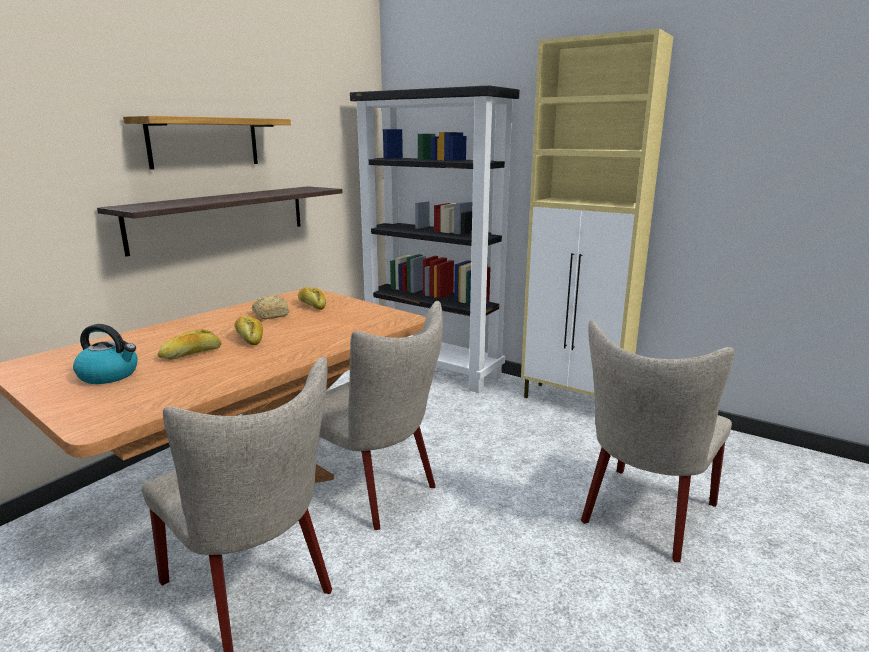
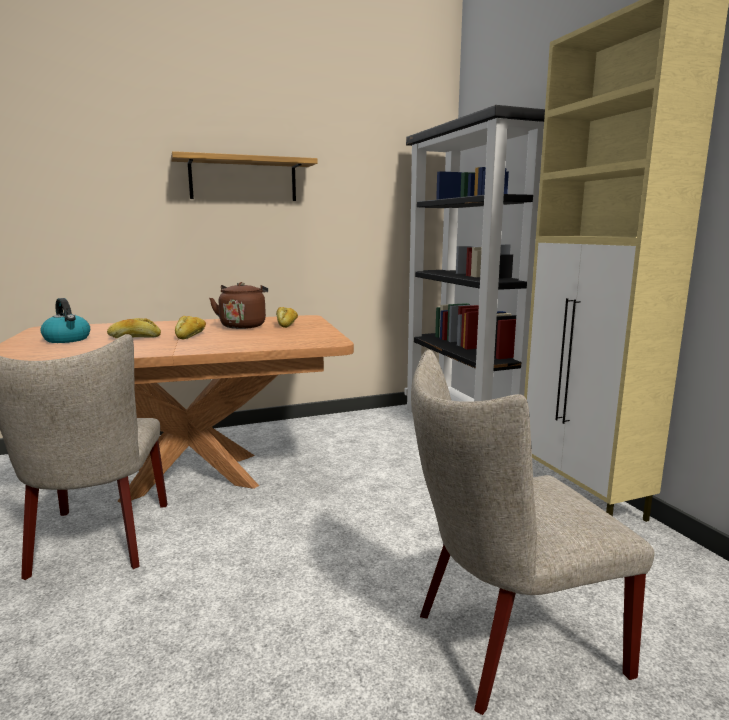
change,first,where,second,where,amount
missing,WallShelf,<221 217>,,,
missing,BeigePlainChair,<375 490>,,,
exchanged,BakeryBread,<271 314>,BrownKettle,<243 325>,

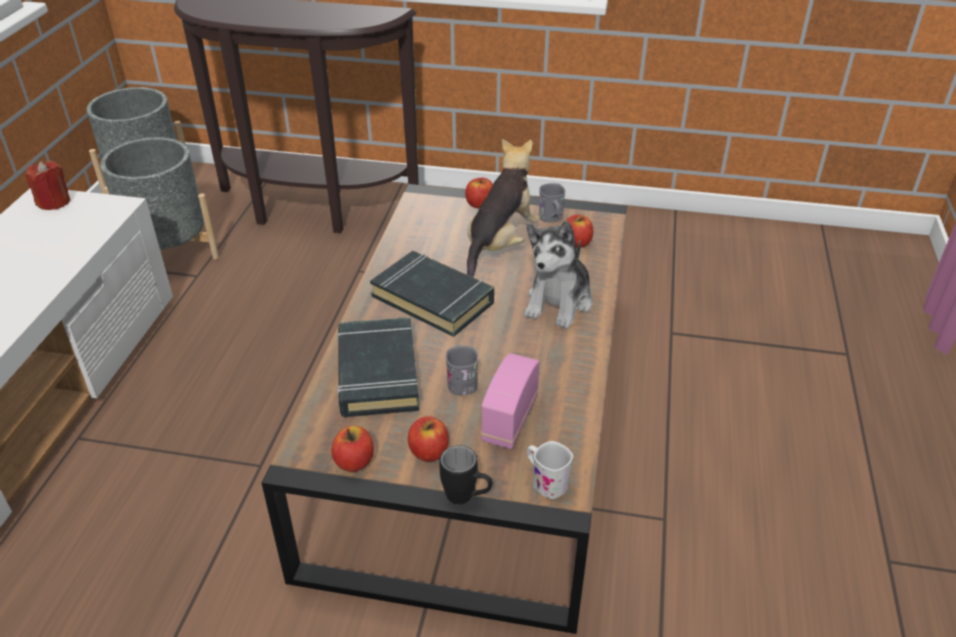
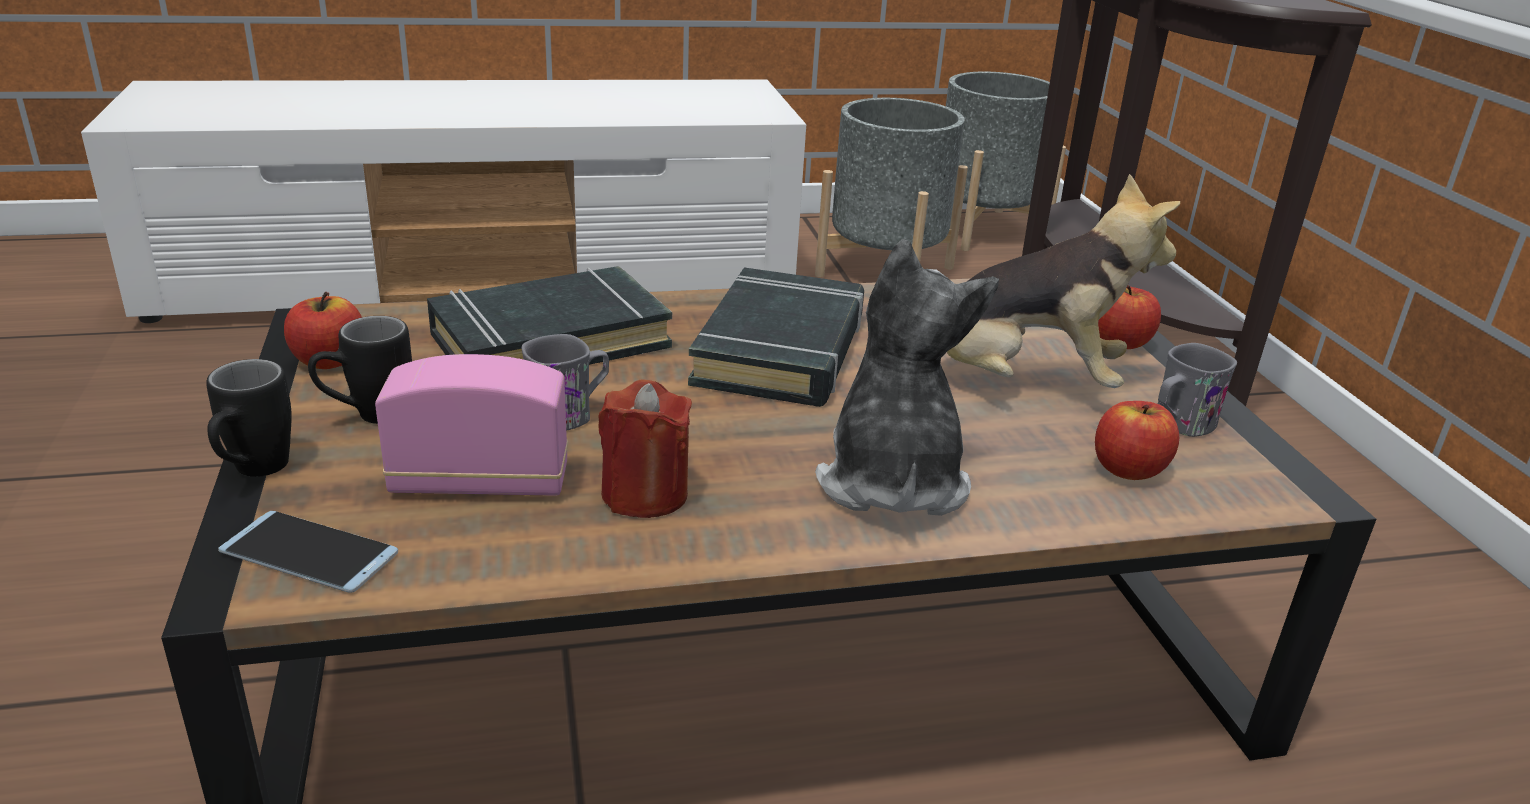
change,first,where,second,where,amount
relocated,RedWaxLight,<54 202>,,<645 494>,
exchanged,AppleFruit,<428 452>,BlackColouredMug,<367 417>,
exchanged,WhiteMug,<545 481>,Handset,<310 552>,
spun,PlushToy,<559 302>,,<891 480>,90 degrees clockwise

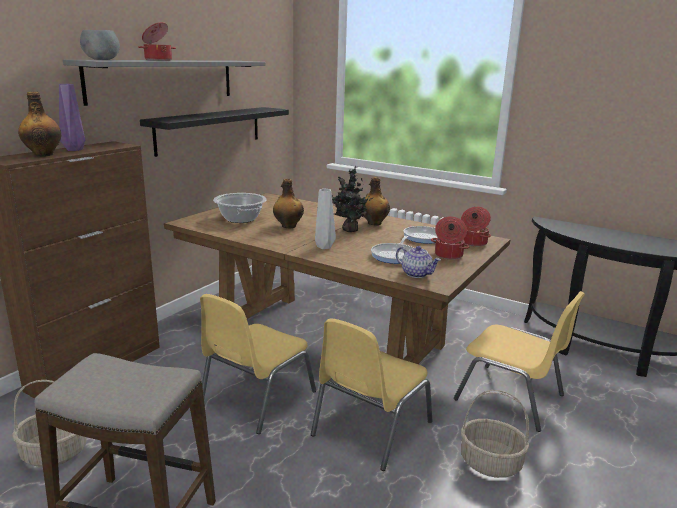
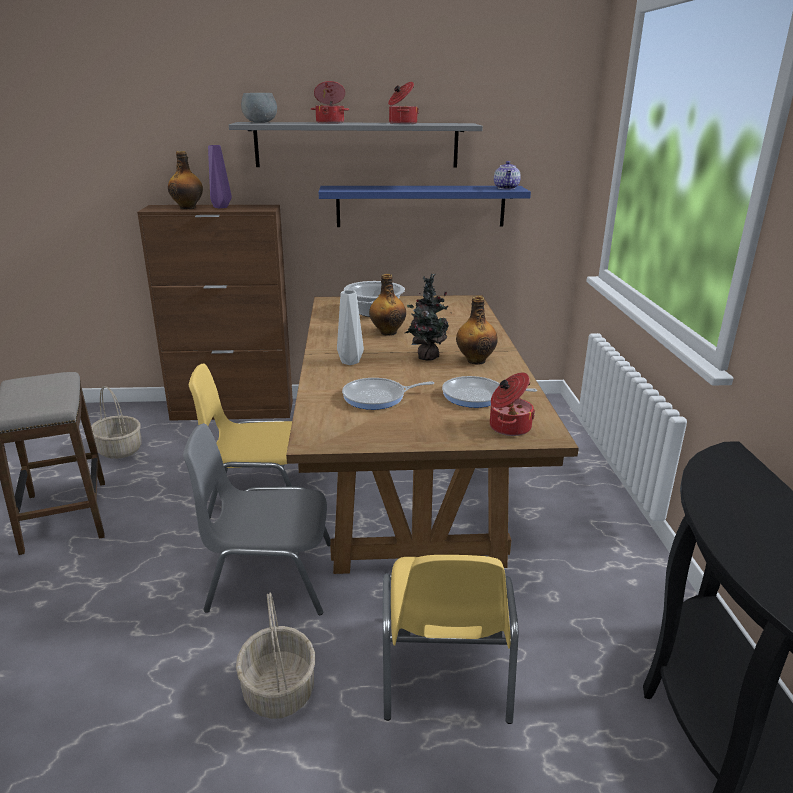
change,first,where,second,where,amount
relocated,Teapot,<416 274>,,<506 188>,
relocated,CookingPot,<448 255>,,<402 123>,
colour,BlackColouredWallShelf,<210 129>,BlueColouredWallShelf,<421 206>,
colour,YellowPlainChair,<369 429>,GreyPlainChair,<269 576>,

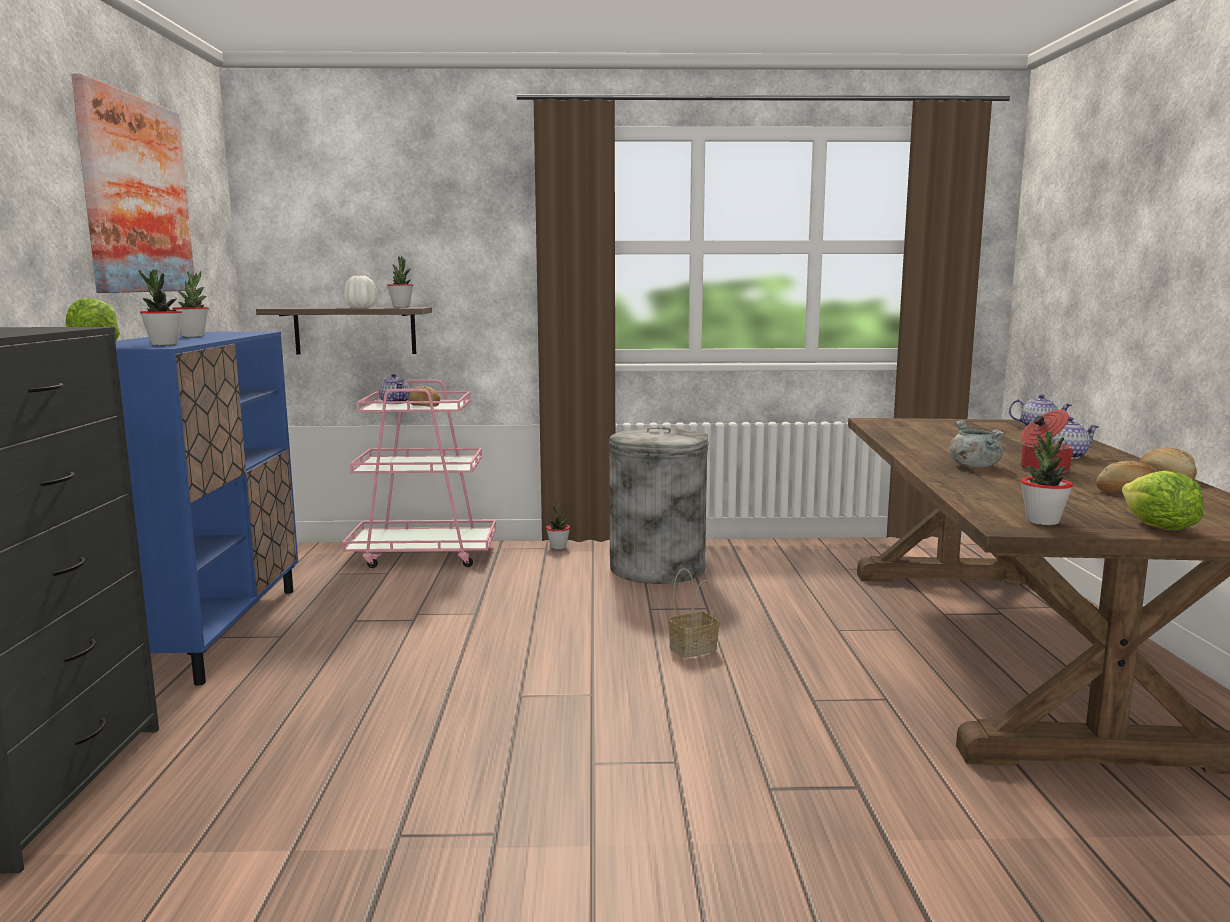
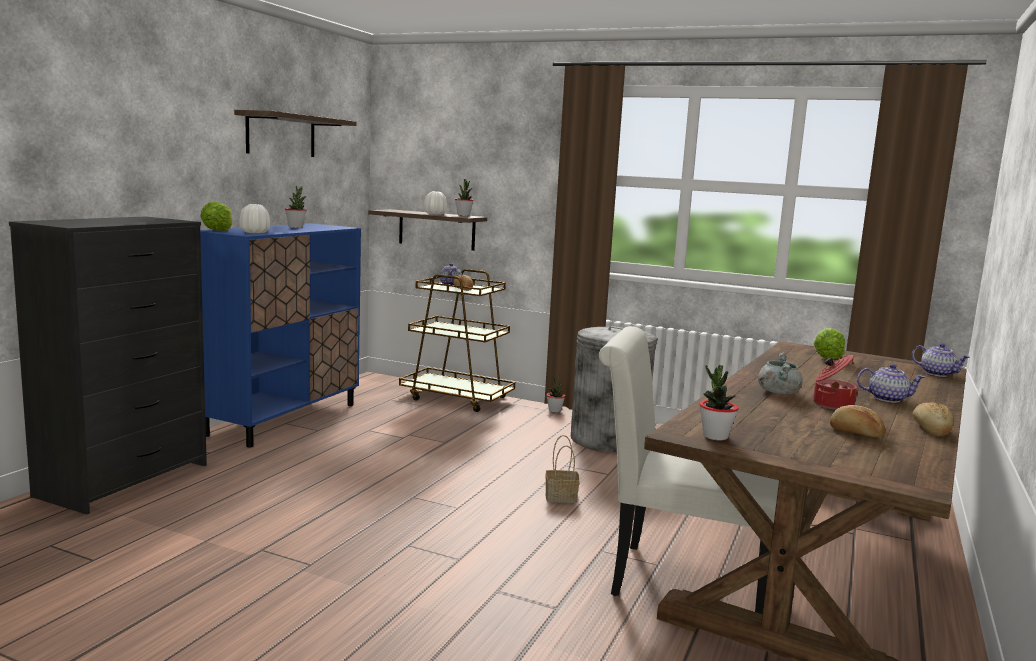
change,first,where,second,where,amount
appeared,,,WhitePlainChair,<677 581>,
relocated,HeadOfLettuce,<1157 528>,,<827 358>,
exchanged,Picture,<136 195>,WallShelf,<281 135>,
exchanged,Houseplant,<164 344>,WhiteFlowerVase,<255 232>,
colour,PinkCart,<424 555>,BrownCart,<457 398>,

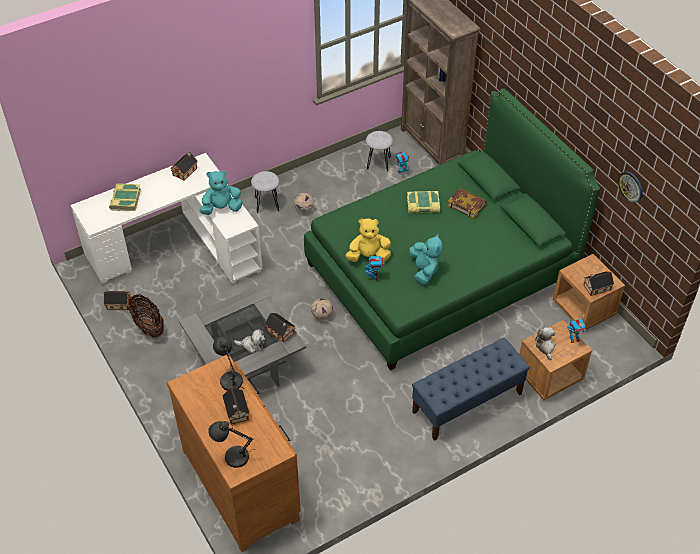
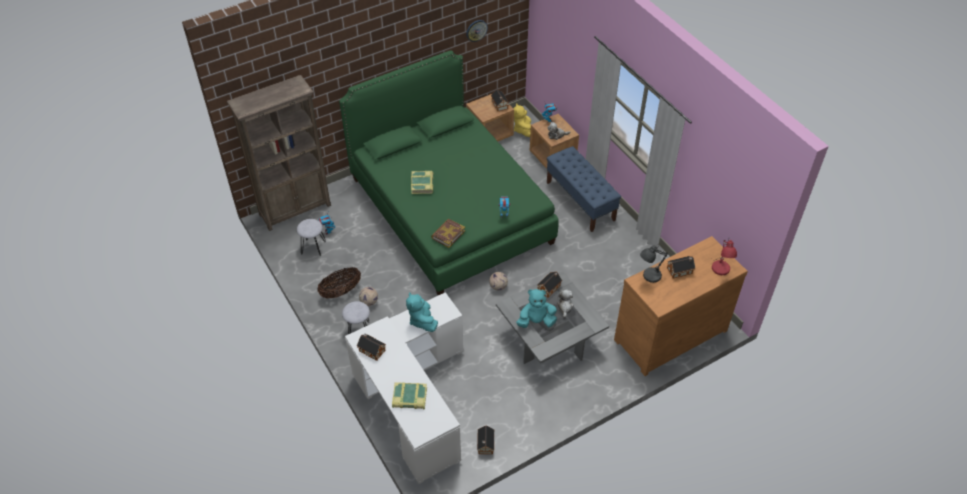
change,first,where,second,where,amount
relocated,StorageBasket,<148 326>,,<341 291>,
relocated,YellowPlushToy,<368 256>,,<523 130>,
relocated,TurquoiseColouredPlushToy,<424 270>,,<536 321>,
relocated,Book,<466 205>,,<448 234>,
colour,GreyLampForATable,<233 457>,RedLampForATable,<720 270>,

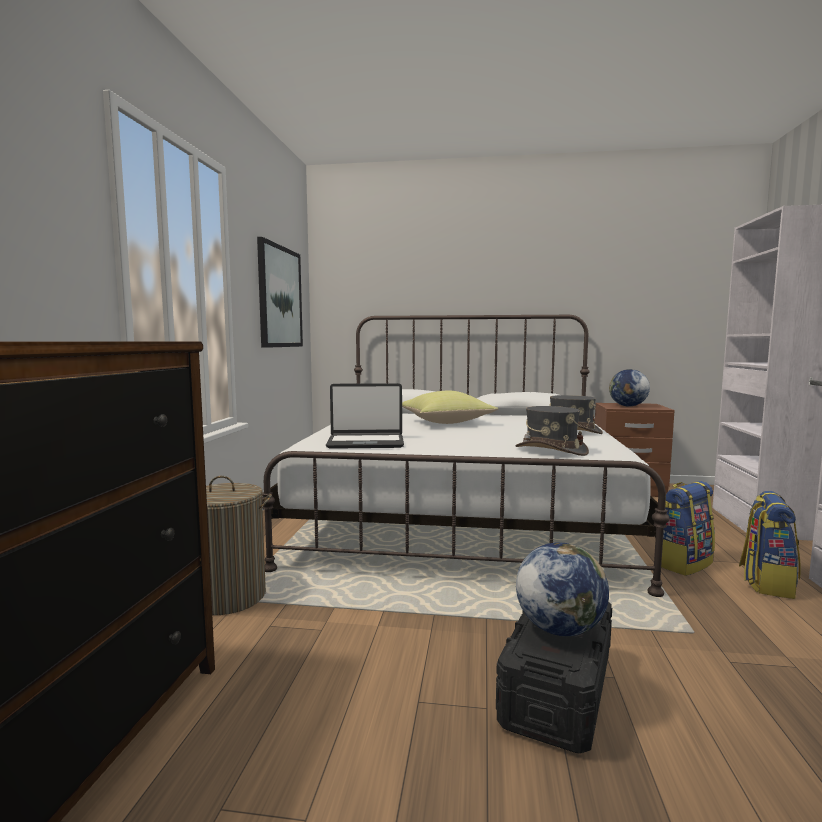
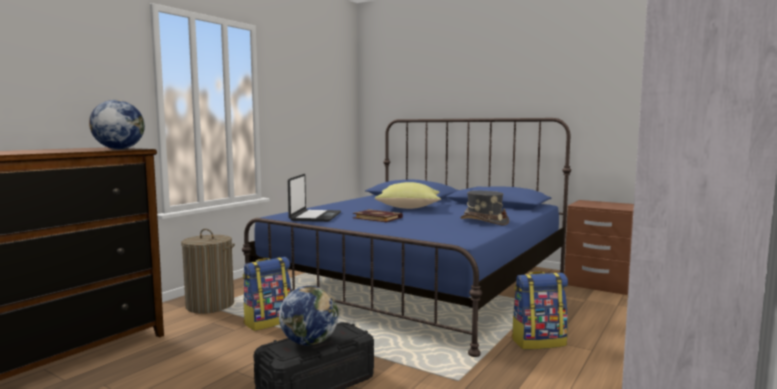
change,first,where,second,where,amount
missing,Picture,<280 297>,,,
missing,GreyClothingHat,<550 450>,,,
appeared,,,Book,<378 217>,
relocated,DeskGlobe,<627 406>,,<118 149>,
relocated,Rucksack,<766 583>,,<268 322>,
colour,WhiteSleepingBed,<461 516>,BlueColouredSleepingBed,<416 283>,
spun,Laptop,<365 442>,,<315 216>,105 degrees counterclockwise

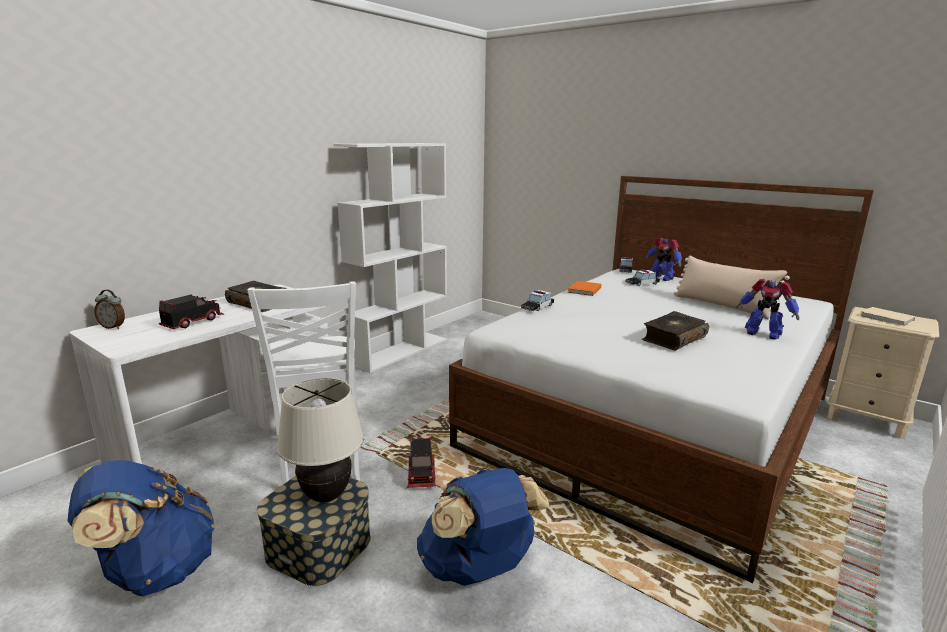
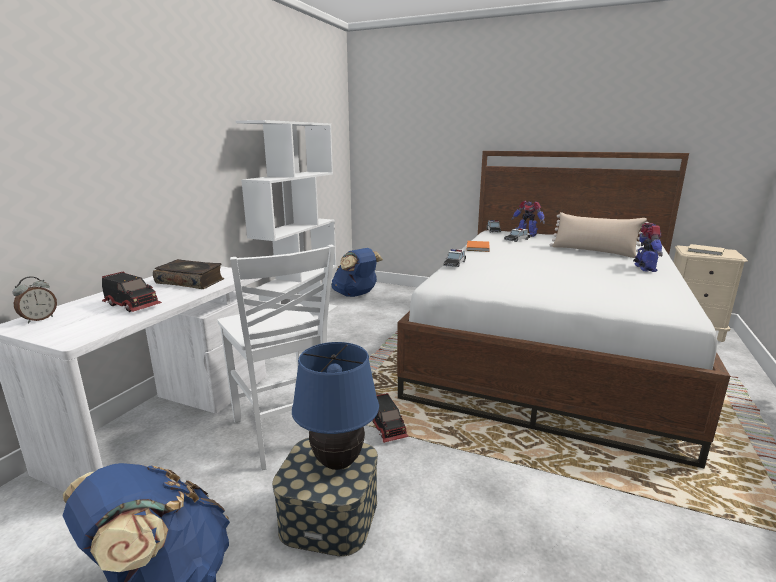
change,first,where,second,where,amount
missing,Book,<673 339>,,,
relocated,BlueColouredRucksack,<478 569>,,<356 295>,
colour,BeigeLampForATable,<326 496>,BlueColouredLampForATable,<338 463>,
spun,TableClock,<113 327>,,<39 319>,60 degrees counterclockwise
spun,ModelTruck,<192 322>,,<132 305>,105 degrees clockwise
spun,ToyRobot,<762 334>,,<644 268>,105 degrees counterclockwise

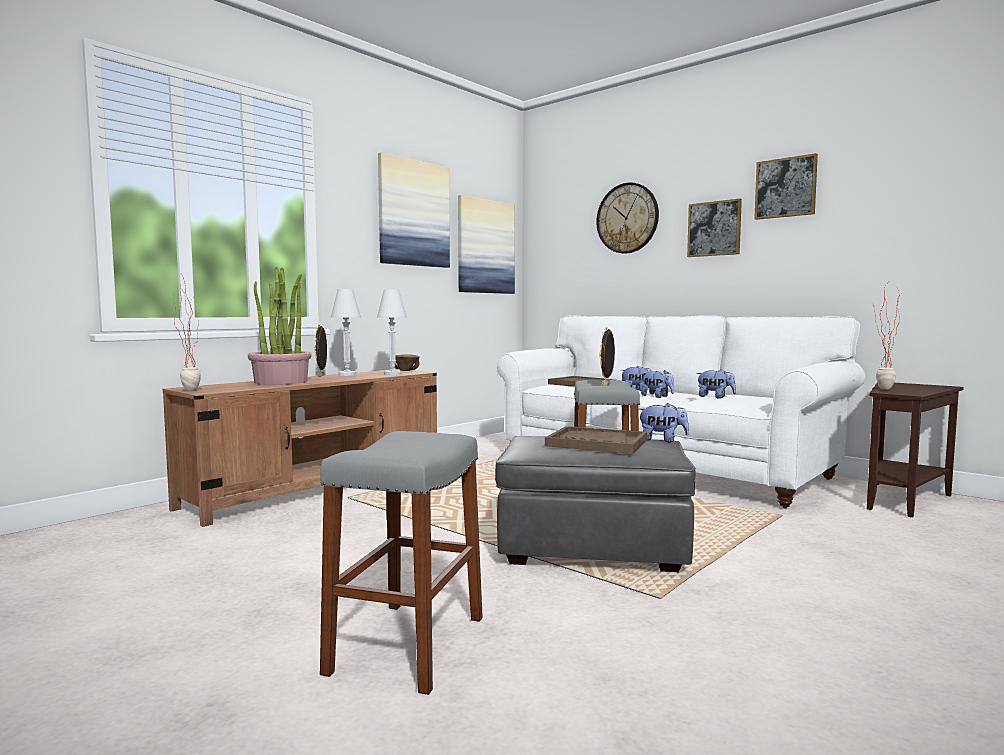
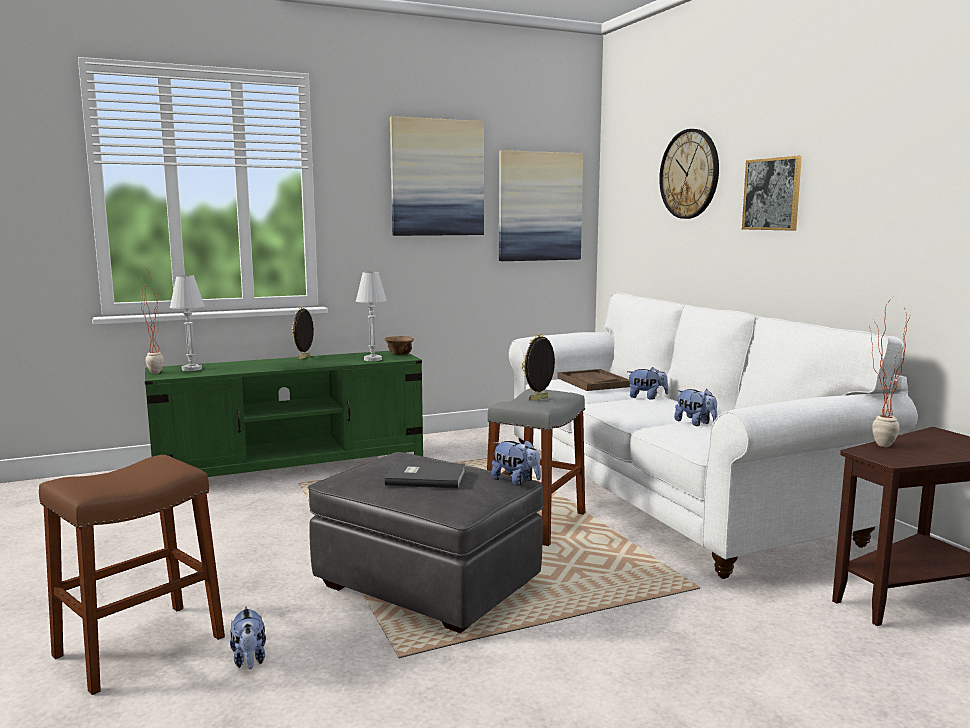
change,first,where,second,where,amount
missing,Houseplant,<281 382>,,,
missing,Picture,<785 187>,,,
relocated,WhiteLampForATable,<347 374>,,<192 369>,
relocated,PlushToy,<657 396>,,<249 659>,
exchanged,BrownCarryingTray,<596 443>,GreyBook,<425 477>,
colour,BrownTvStand,<319 487>,GreenTvStand,<293 467>,
colour,GreyStool,<408 644>,BrownStool,<140 646>,

